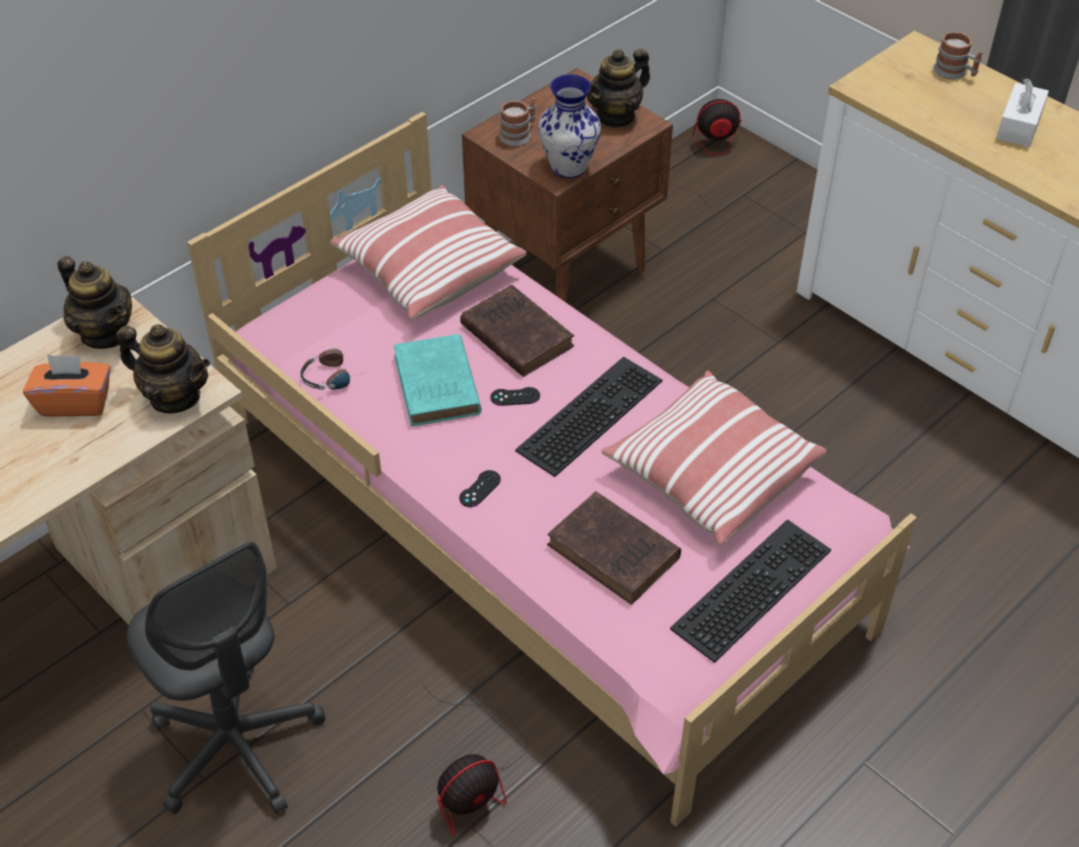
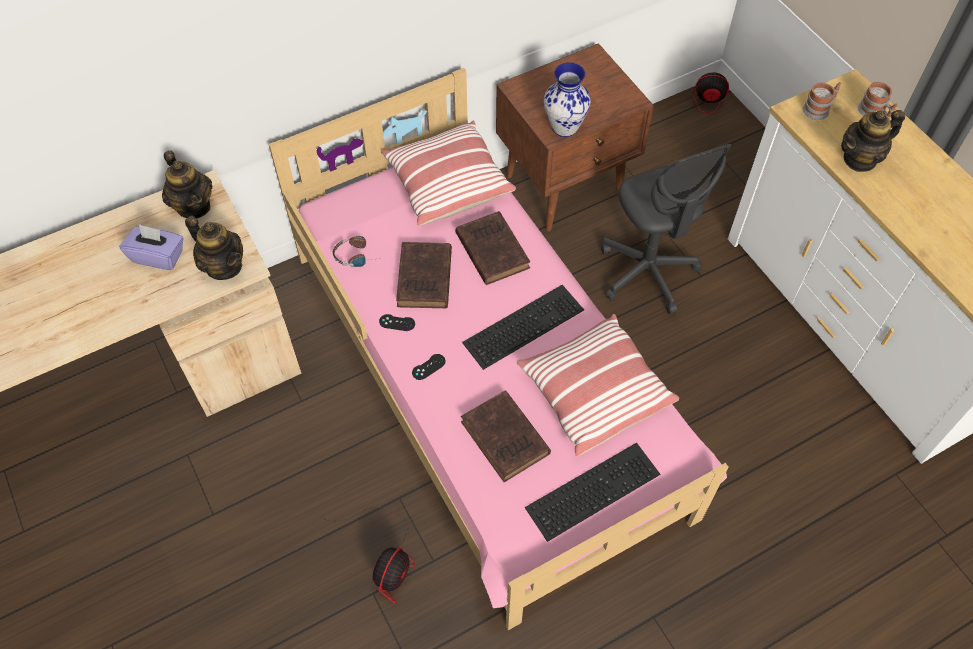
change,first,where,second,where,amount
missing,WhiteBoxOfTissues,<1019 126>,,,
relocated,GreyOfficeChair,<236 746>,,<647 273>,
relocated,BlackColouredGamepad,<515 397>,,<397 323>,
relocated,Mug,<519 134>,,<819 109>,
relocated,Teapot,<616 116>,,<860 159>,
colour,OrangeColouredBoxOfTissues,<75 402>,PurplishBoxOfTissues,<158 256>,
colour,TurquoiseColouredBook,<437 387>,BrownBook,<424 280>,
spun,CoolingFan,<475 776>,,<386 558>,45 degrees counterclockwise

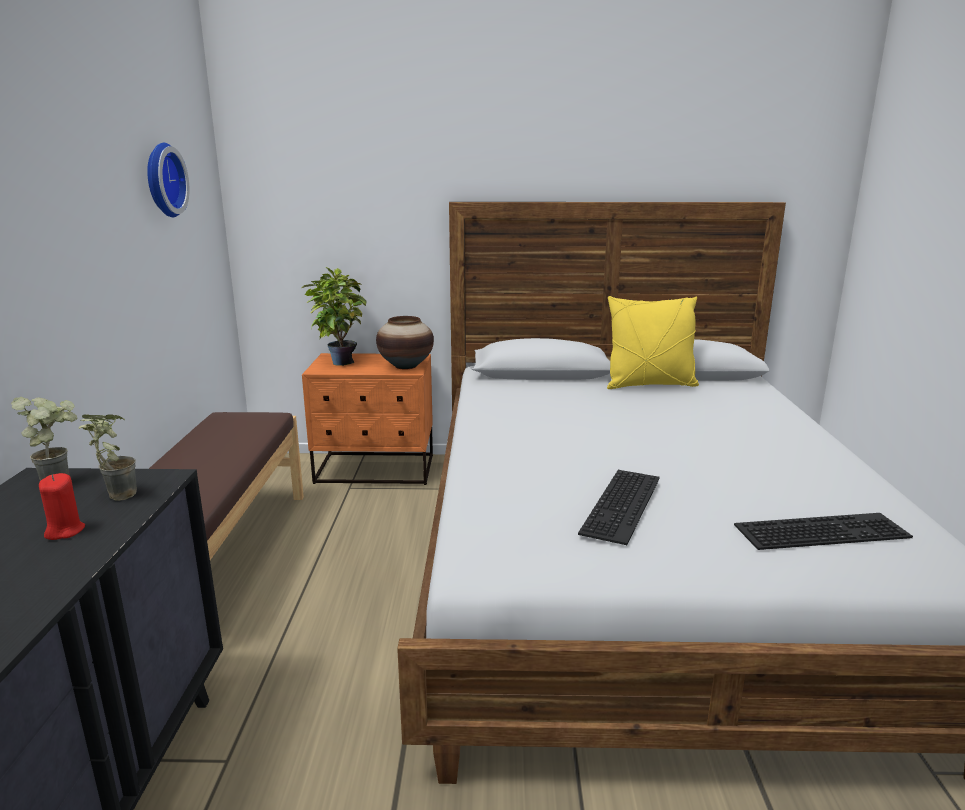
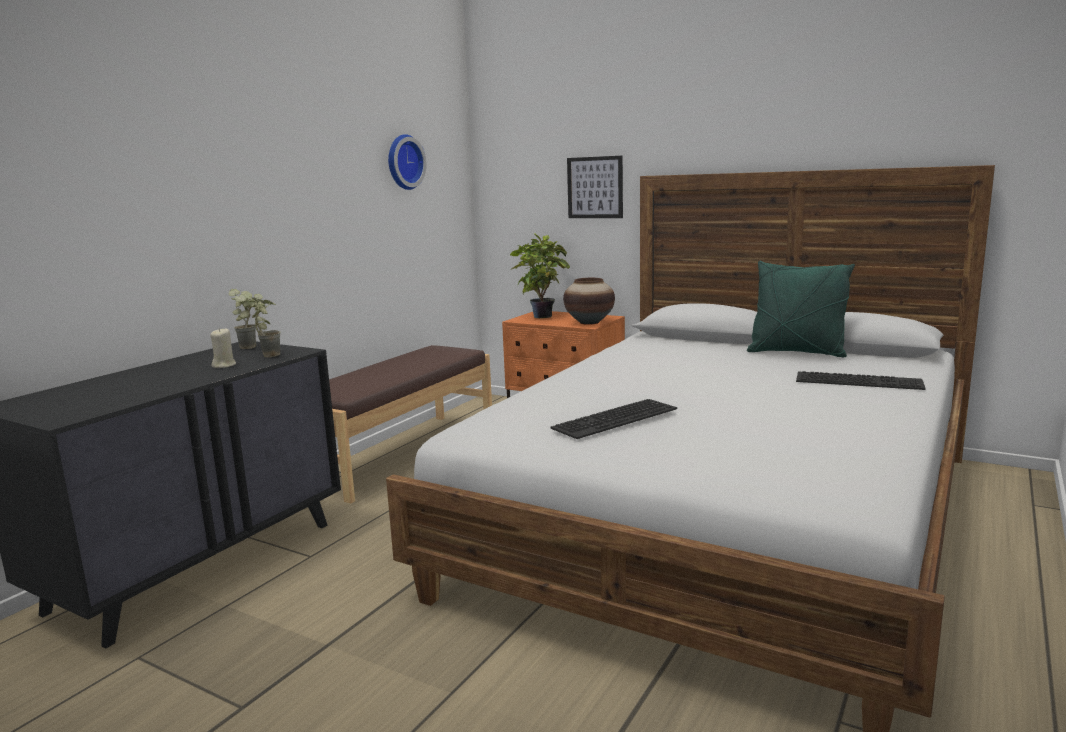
change,first,where,second,where,amount
appeared,,,Picture,<595 187>,
relocated,PcKeyboard,<821 529>,,<859 380>,
colour,RedWaxLight,<64 531>,BeigeWaxLight,<224 365>,
colour,YellowCushion,<649 385>,GreenCushion,<796 352>,

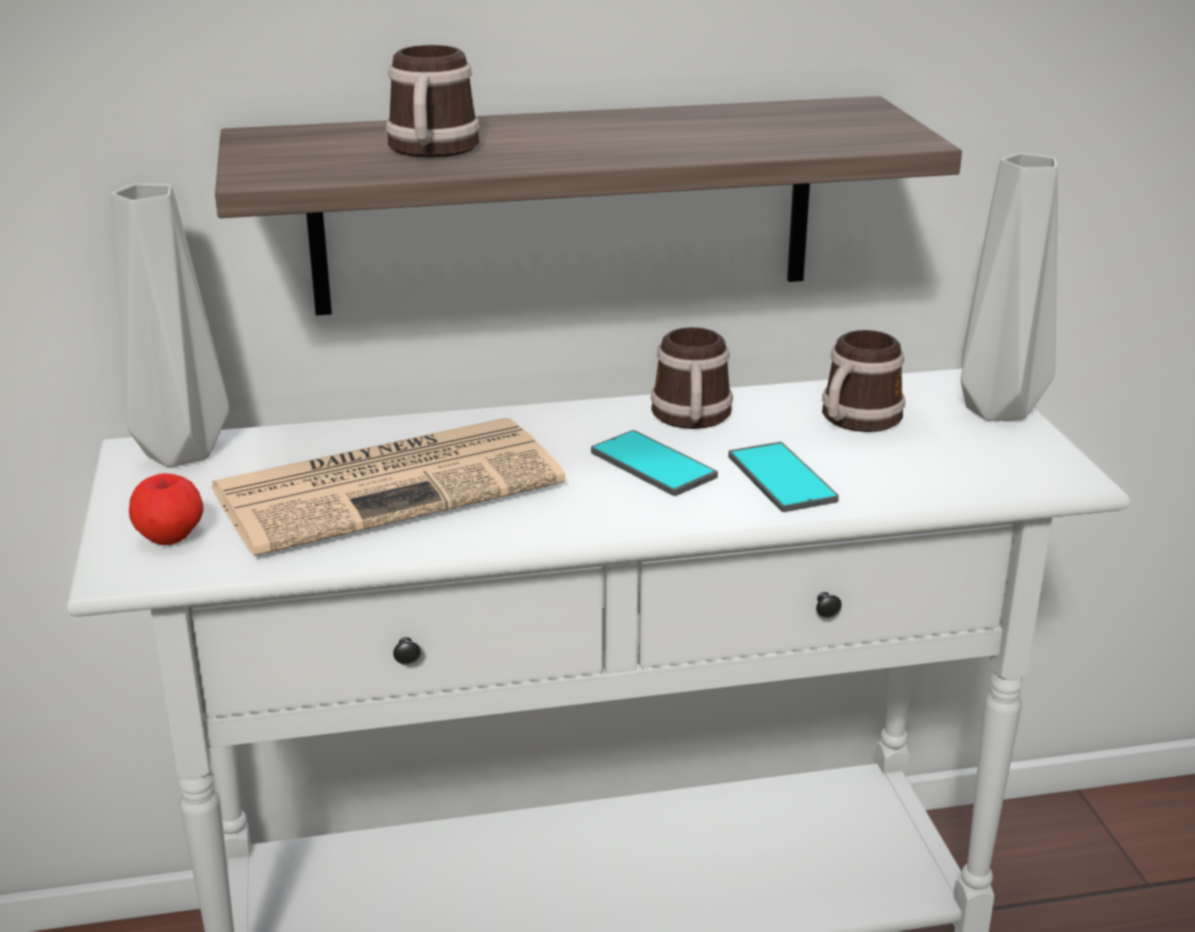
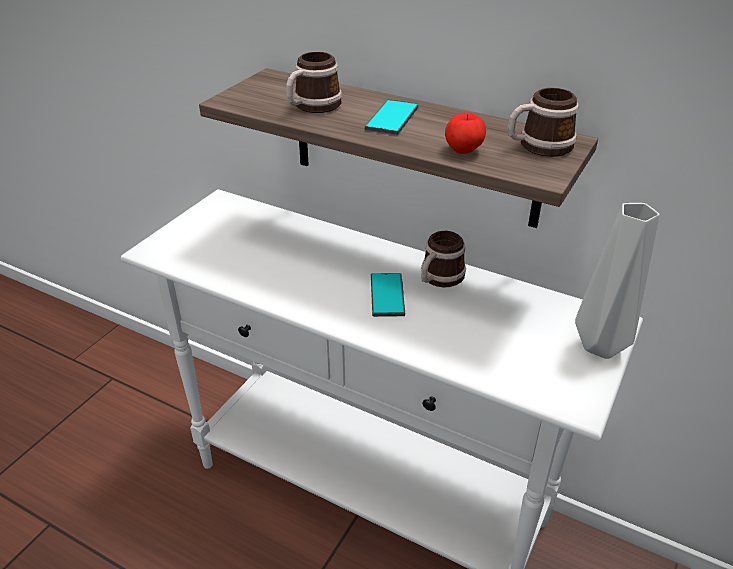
change,first,where,second,where,amount
missing,GreyFlowerVase,<177 452>,,,
missing,Newspaper,<391 485>,,,
relocated,AppleFruit,<171 538>,,<464 150>,
relocated,Handset,<781 479>,,<392 118>,
relocated,Mug,<855 420>,,<538 146>,

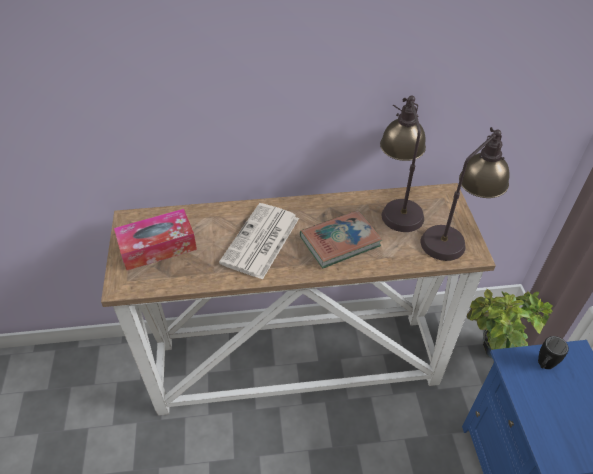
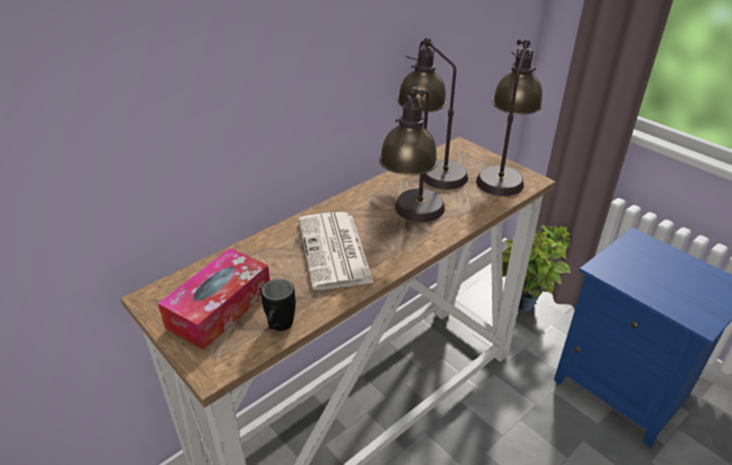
change,first,where,second,where,amount
relocated,BlackColouredMug,<543 366>,,<279 328>,
exchanged,Book,<340 242>,LampForATable,<412 218>,

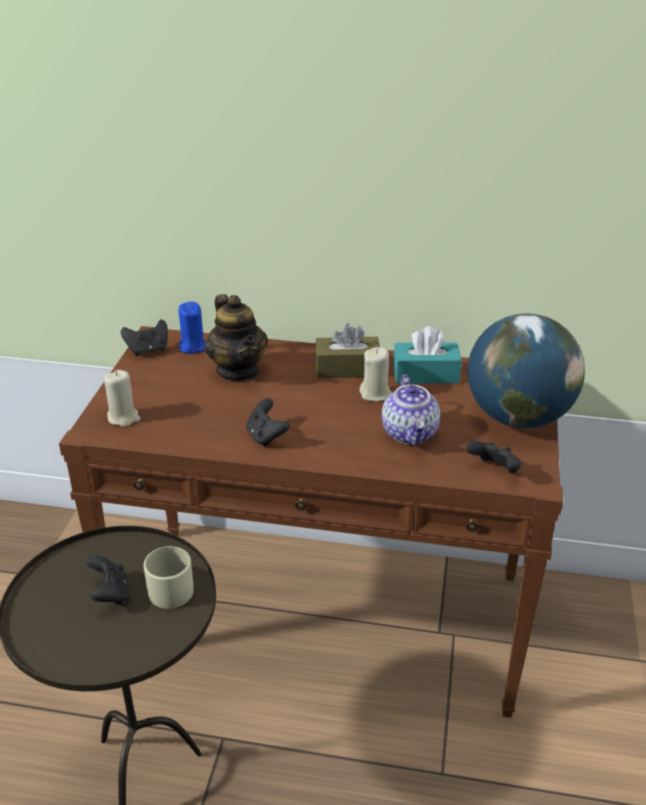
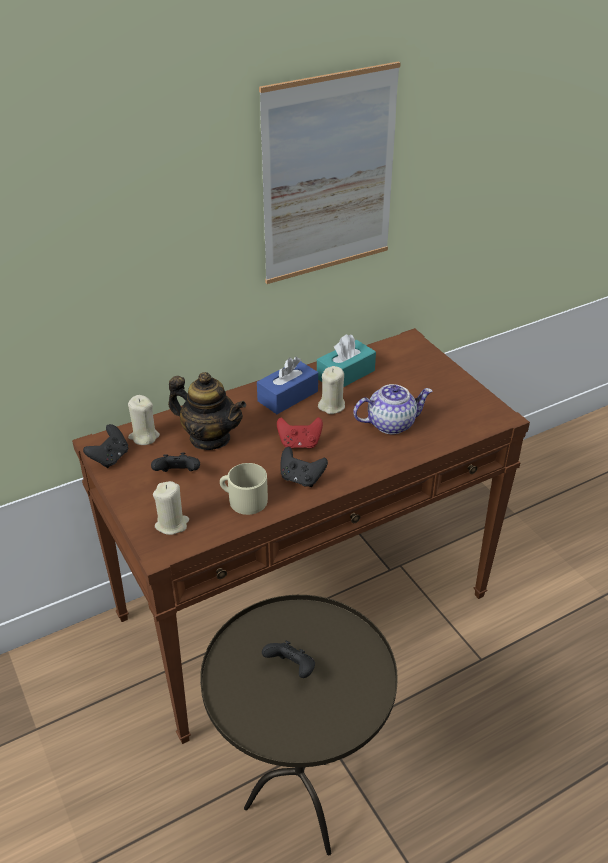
change,first,where,second,where,amount
missing,DeskGlobe,<517 418>,,,
appeared,,,Picture,<329 176>,
appeared,,,RedGamepad,<299 443>,
relocated,BeigeMug,<168 587>,,<243 500>,
relocated,BlackColouredGamepad,<494 470>,,<178 475>,
colour,BlueColouredWaxLight,<192 346>,BeigeWaxLight,<144 436>,
colour,BrownBoxOfTissues,<347 369>,BlueColouredBoxOfTissues,<288 396>,
spun,Teapot,<410 433>,,<391 423>,60 degrees counterclockwise

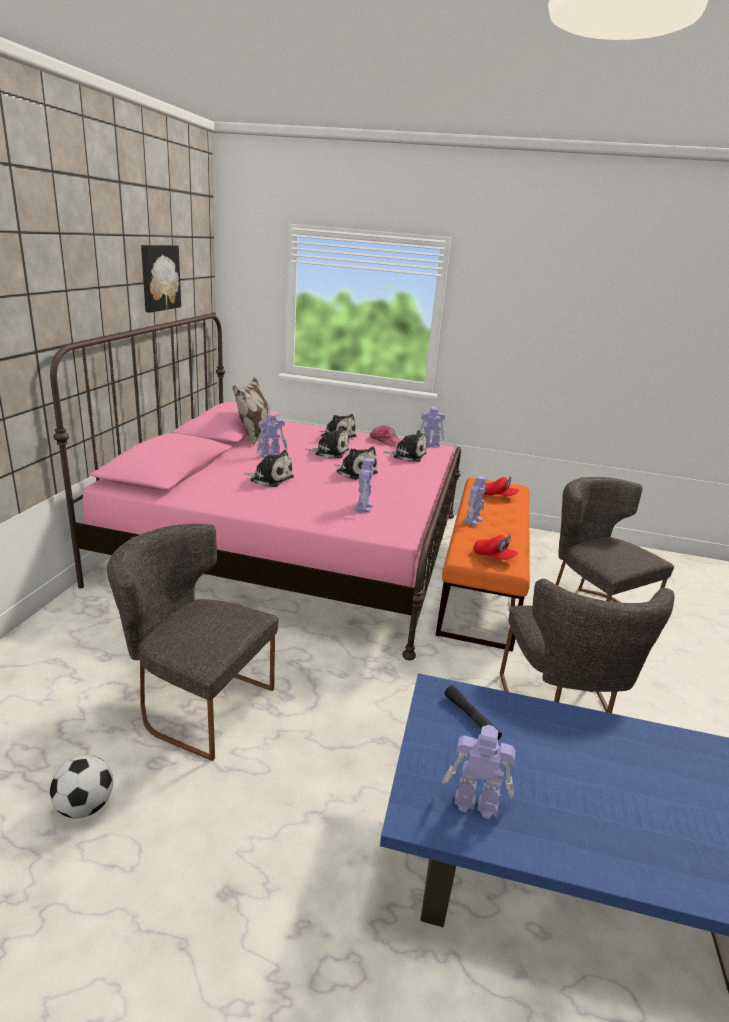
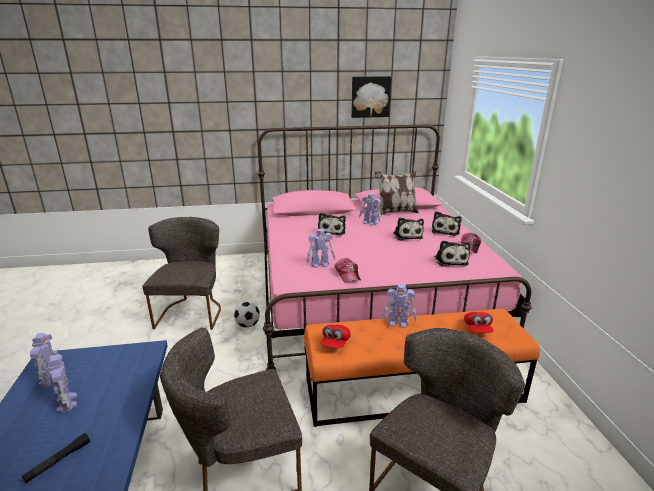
change,first,where,second,where,amount
missing,PlushToy,<355 472>,,,
appeared,,,PeakedCap,<348 274>,
relocated,FootballBall,<85 806>,,<247 325>,
relocated,ToyRobot,<429 445>,,<67 402>,
relocated,BlackColouredHandTorch,<471 718>,,<58 461>,

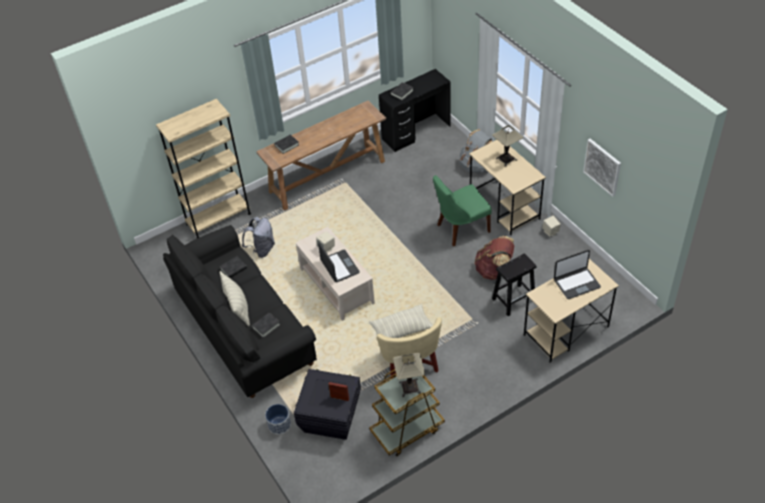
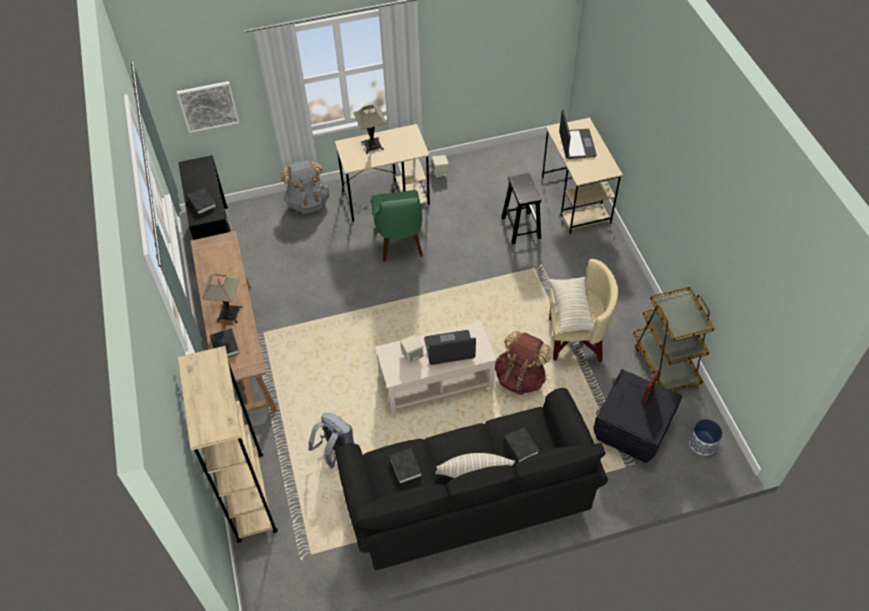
change,first,where,second,where,amount
relocated,PlantPot,<279 425>,,<702 443>,
relocated,LampForATable,<410 387>,,<229 313>,
relocated,BrownRucksack,<494 270>,,<520 377>,
relocated,Picture,<602 167>,,<208 106>,

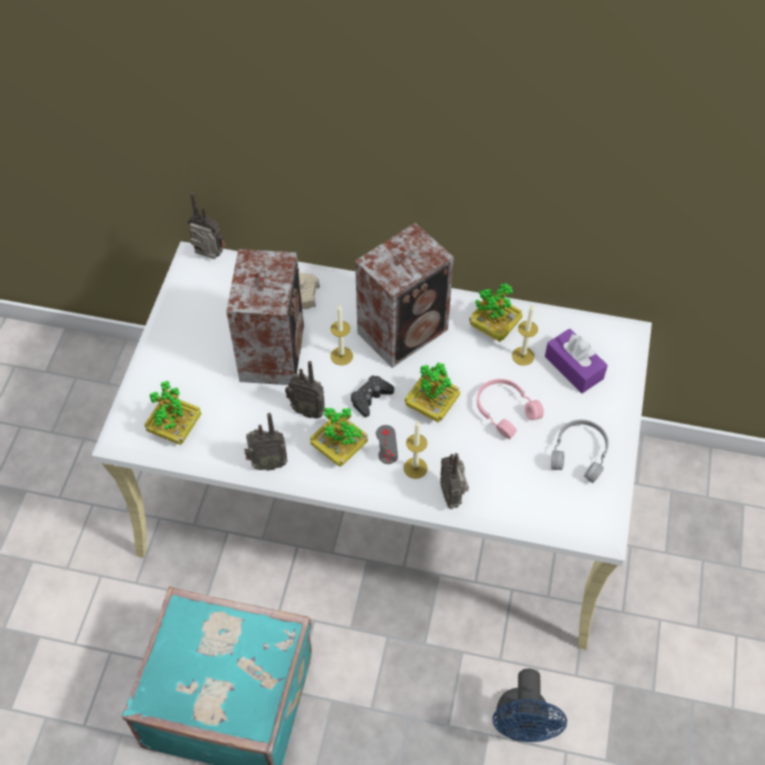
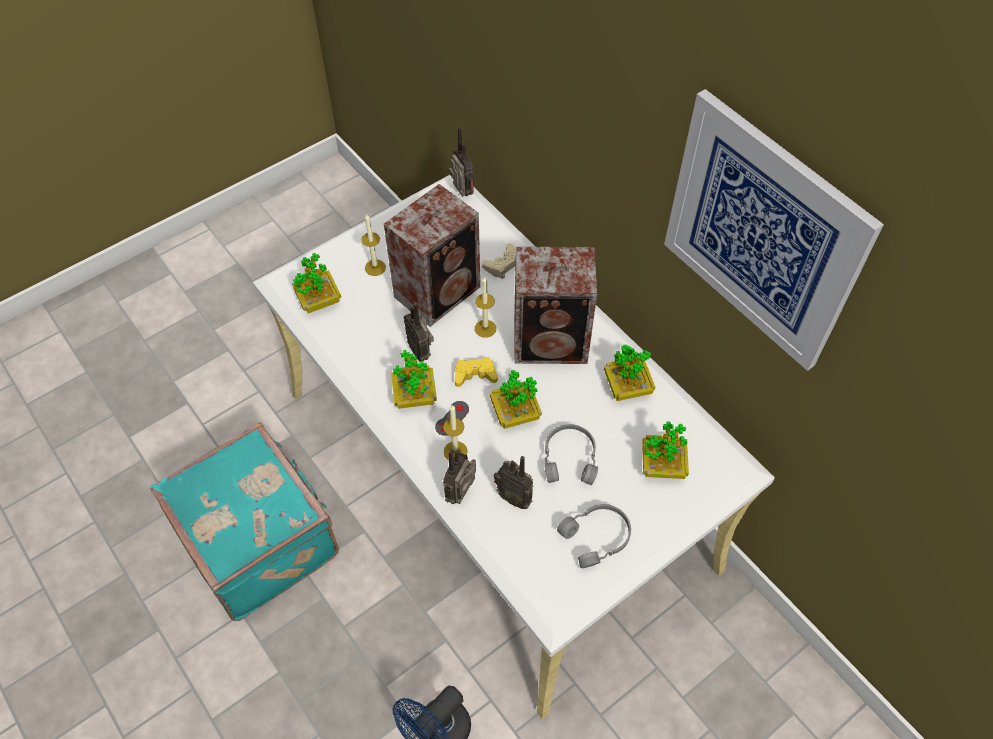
change,first,where,second,where,amount
appeared,,,Picture,<762 233>,
relocated,RadioReceiver,<267 463>,,<514 497>,
relocated,WaxLight,<523 356>,,<375 267>,
exchanged,PurplishBoxOfTissues,<573 367>,Houseplant,<662 465>,
colour,BlackColouredGamepad,<370 398>,YellowGamepad,<475 375>,
colour,PinkHeadset,<505 410>,GreyHeadset,<570 458>,

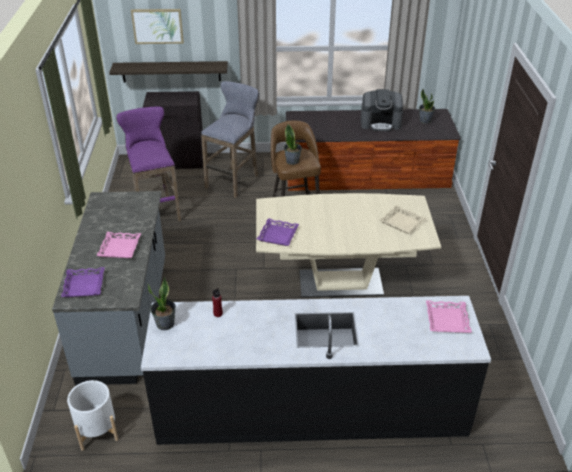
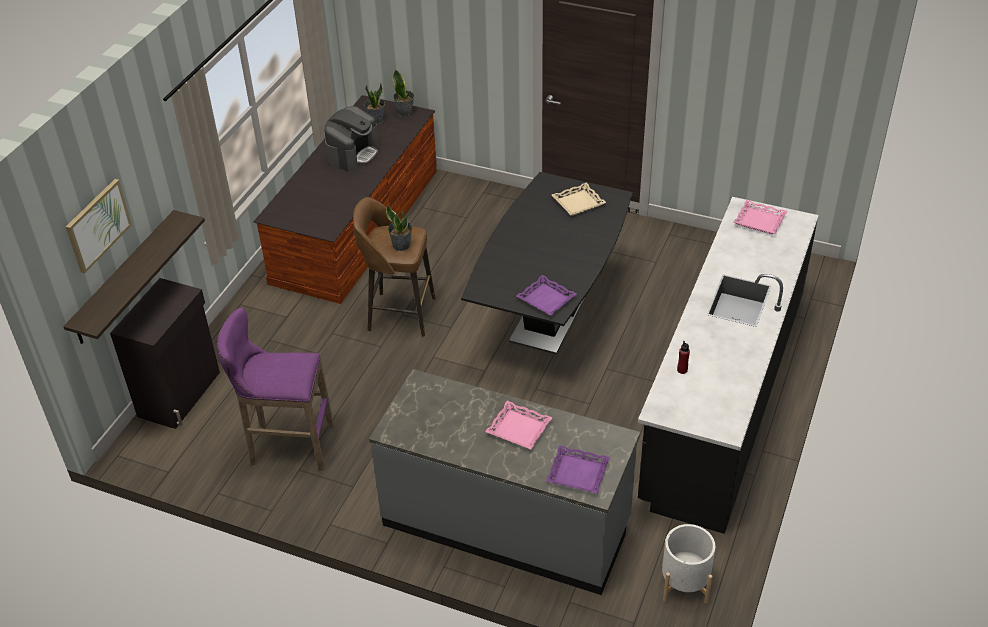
change,first,where,second,where,amount
missing,GreyStool,<234 180>,,,
relocated,Houseplant,<165 324>,,<405 112>,
colour,BeigeDinnerTable,<340 283>,BlackColouredDinnerTable,<550 315>,

